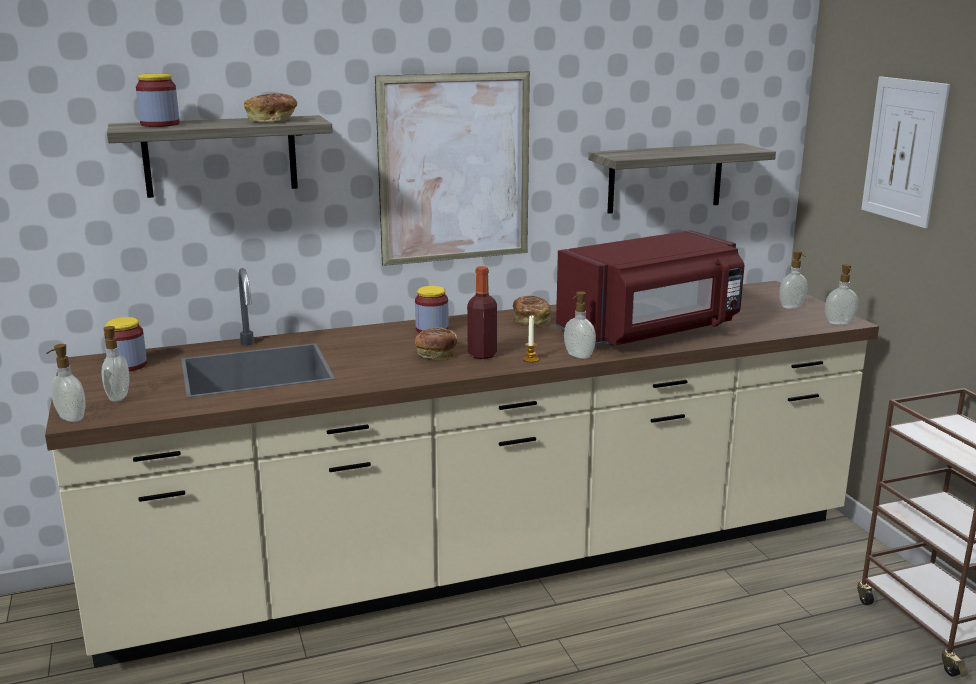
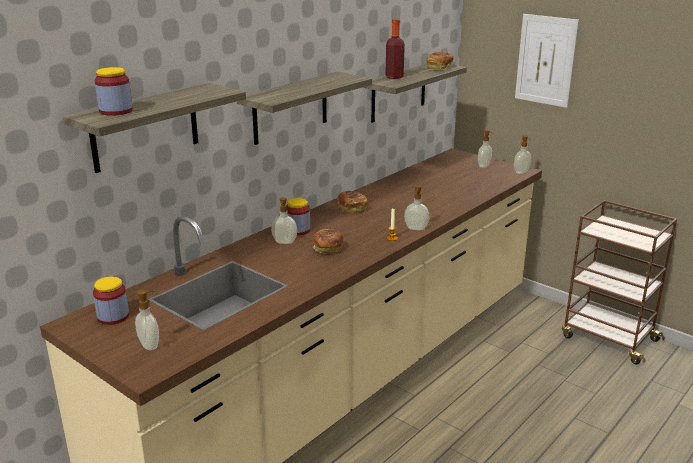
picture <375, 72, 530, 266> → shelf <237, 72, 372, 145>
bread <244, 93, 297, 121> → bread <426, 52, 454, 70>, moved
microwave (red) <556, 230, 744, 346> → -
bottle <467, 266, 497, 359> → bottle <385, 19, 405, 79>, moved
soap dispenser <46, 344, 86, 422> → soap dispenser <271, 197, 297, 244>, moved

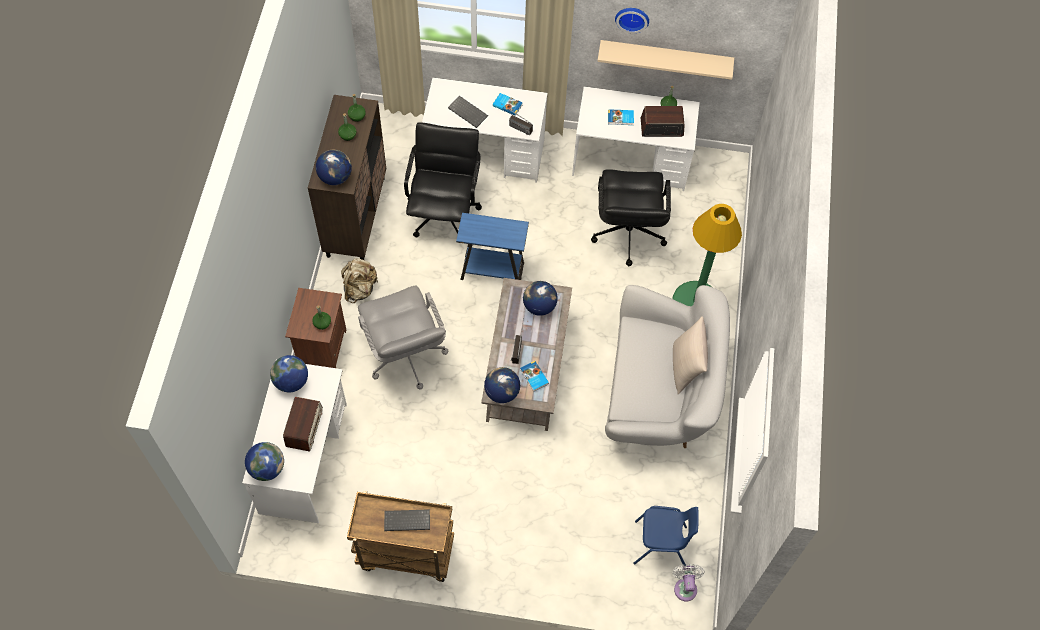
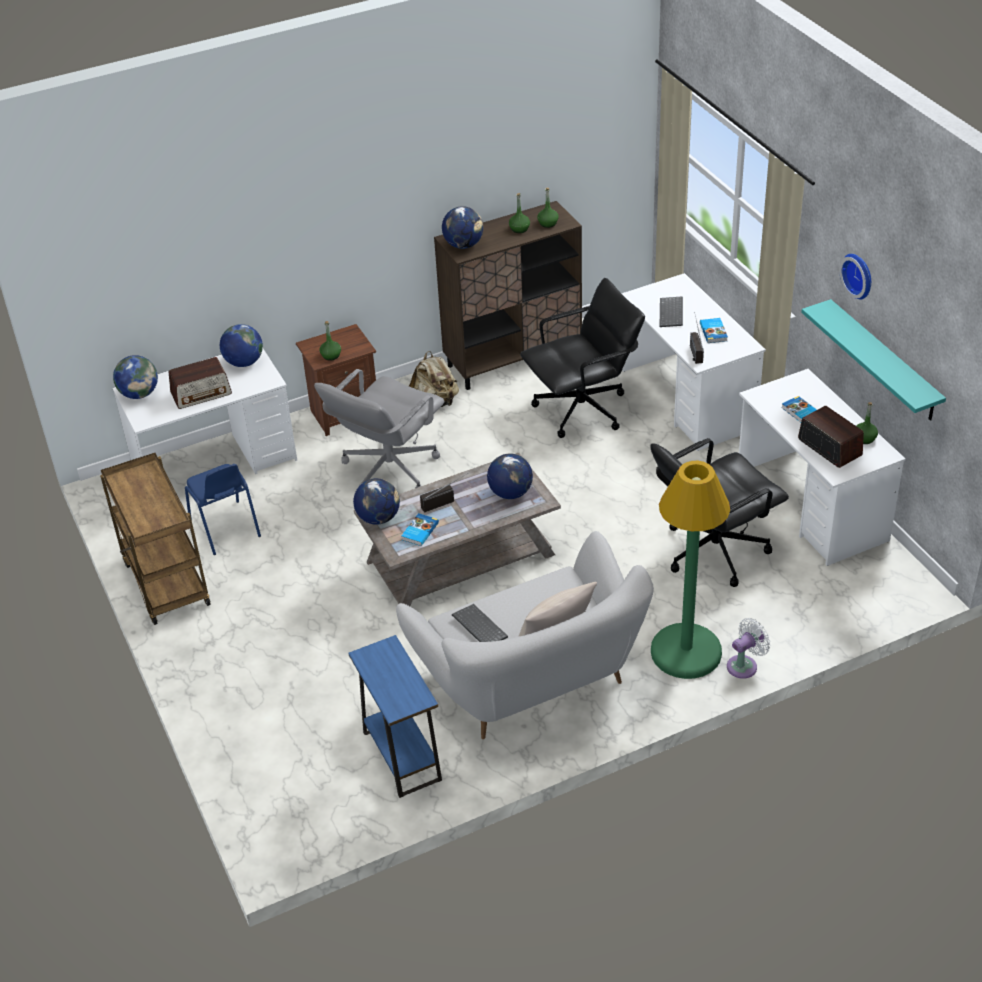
shelf (beige) <597, 40, 734, 80> → shelf (turquoise) <801, 299, 946, 421>
side table (blue) <456, 213, 529, 280> → side table (blue) <349, 635, 442, 798>, moved
chair (blue) <633, 506, 699, 566> → chair (blue) <185, 464, 261, 555>, moved
keyboard <384, 509, 430, 531> → keyboard <452, 604, 508, 642>, moved
fan (white) <673, 564, 705, 601> → fan (white) <727, 618, 771, 679>, moved

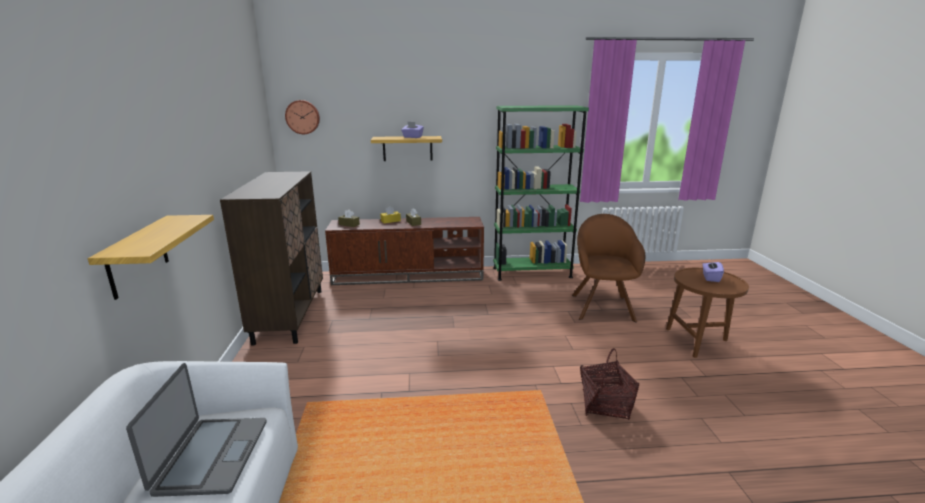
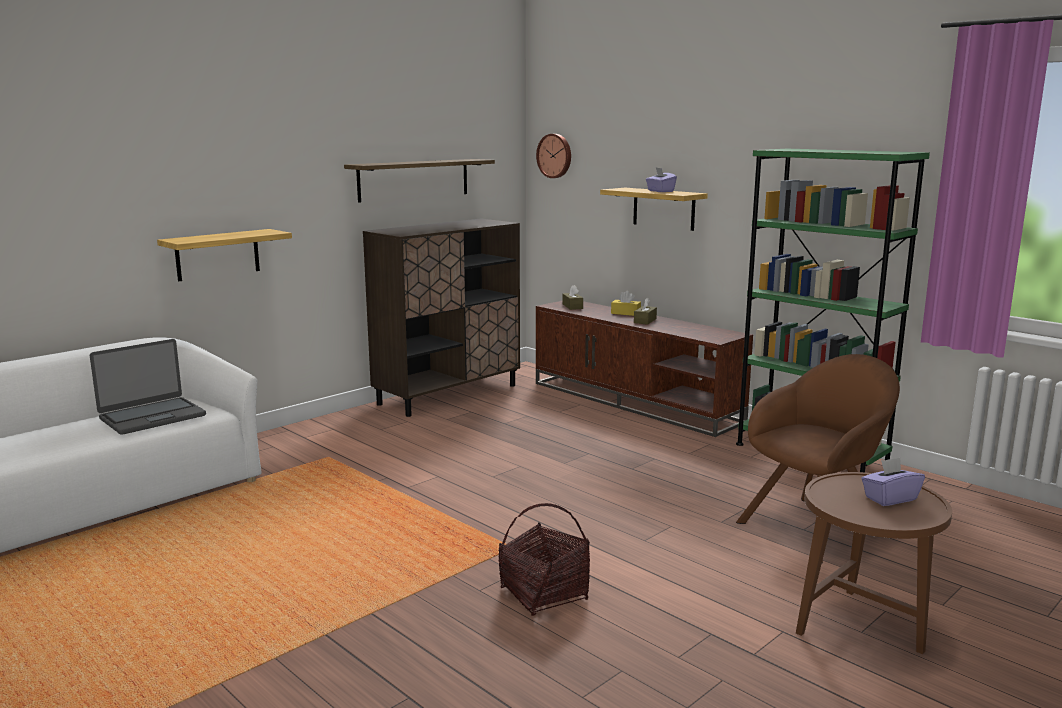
- → shelf <344, 159, 495, 203>

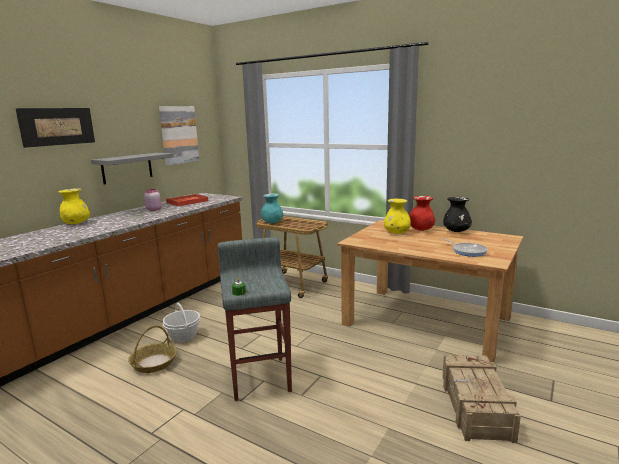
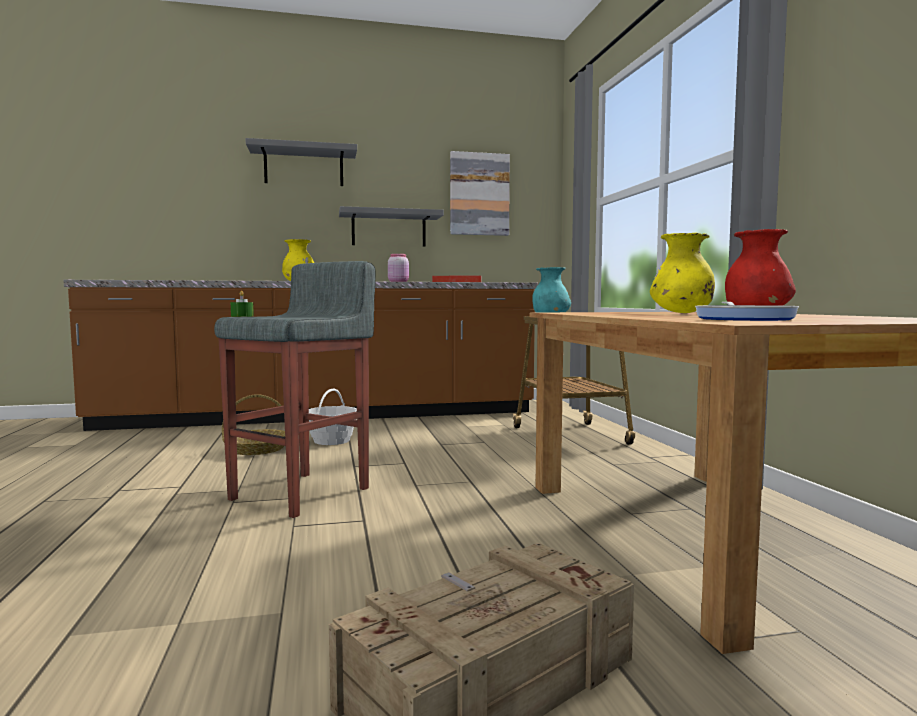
picture <15, 108, 95, 148> → shelf (grey) <245, 138, 357, 186>
vase (black) <443, 197, 472, 232> → -

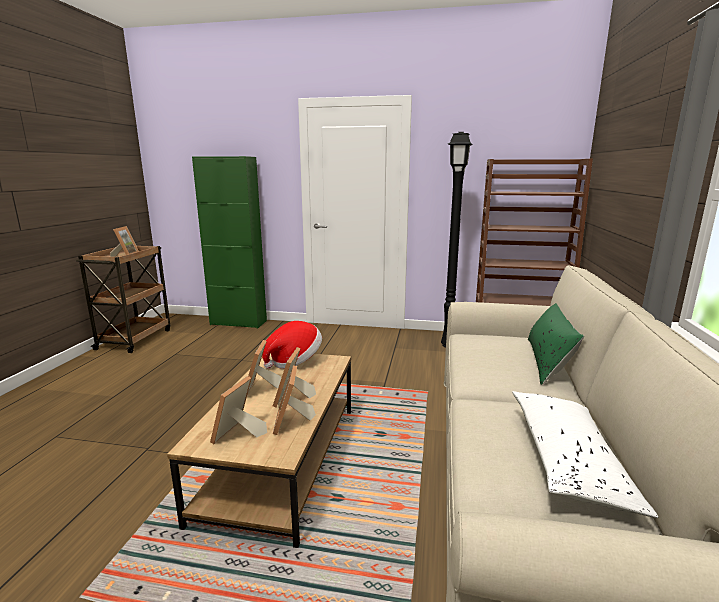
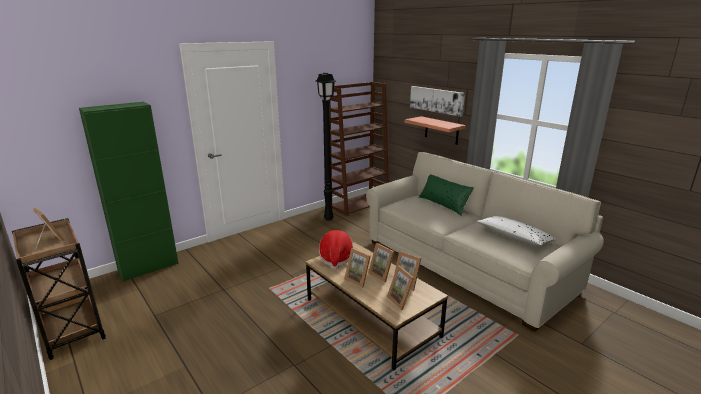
- → picture <410, 86, 465, 117>
- → shelf <404, 116, 466, 145>

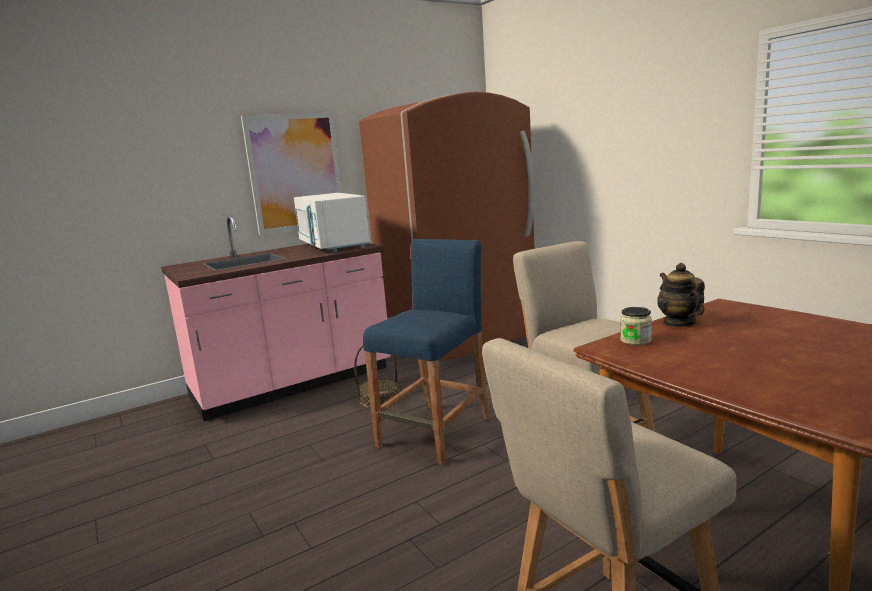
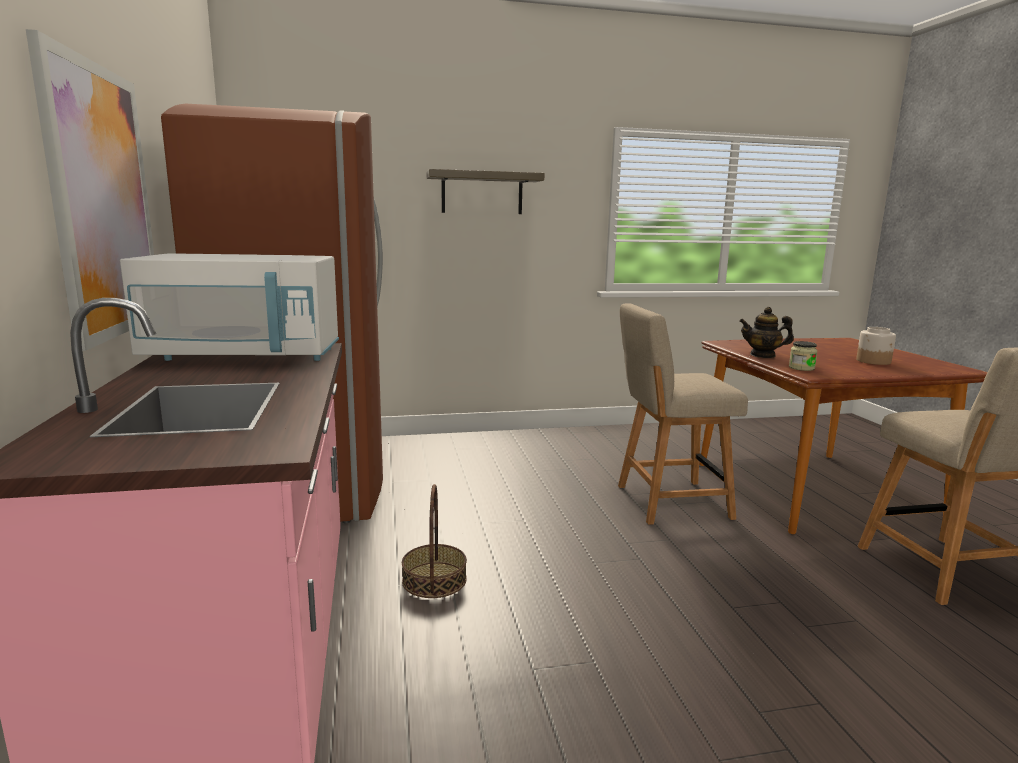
stool (blue) <363, 239, 491, 465> → -
- → shelf <427, 169, 545, 214>
- → jar <856, 327, 896, 365>

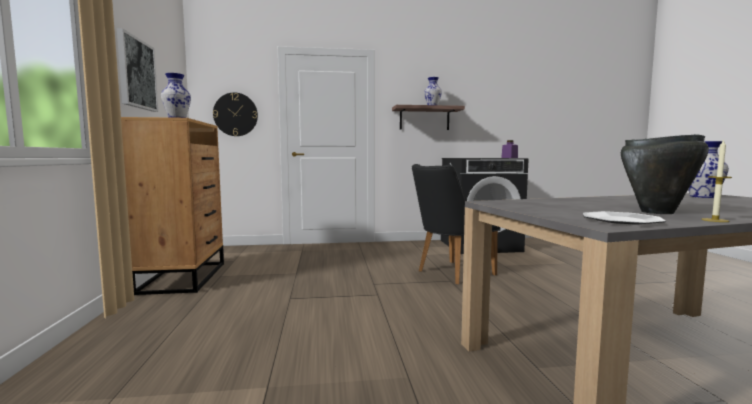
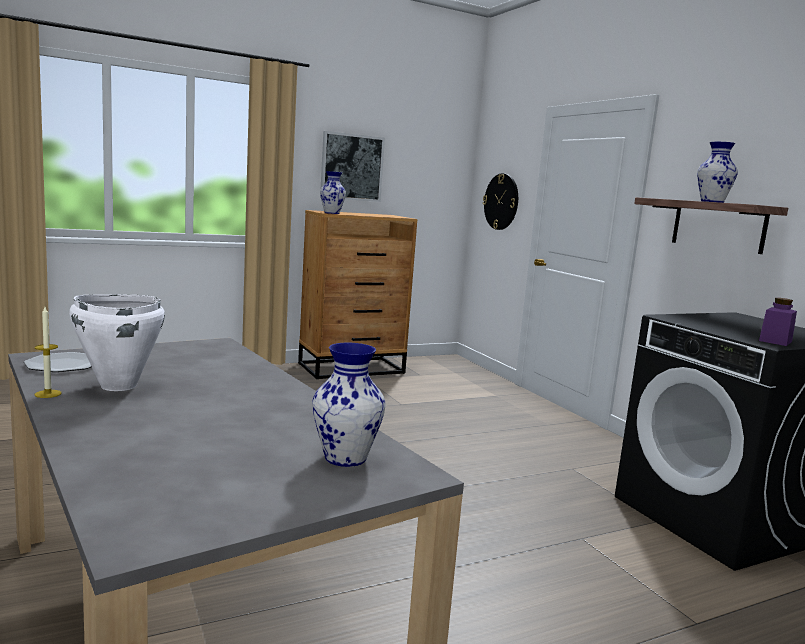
cooking pot (black) <621, 134, 709, 214> → cooking pot (white) <69, 294, 165, 391>
chair (black) <412, 164, 501, 284> → -

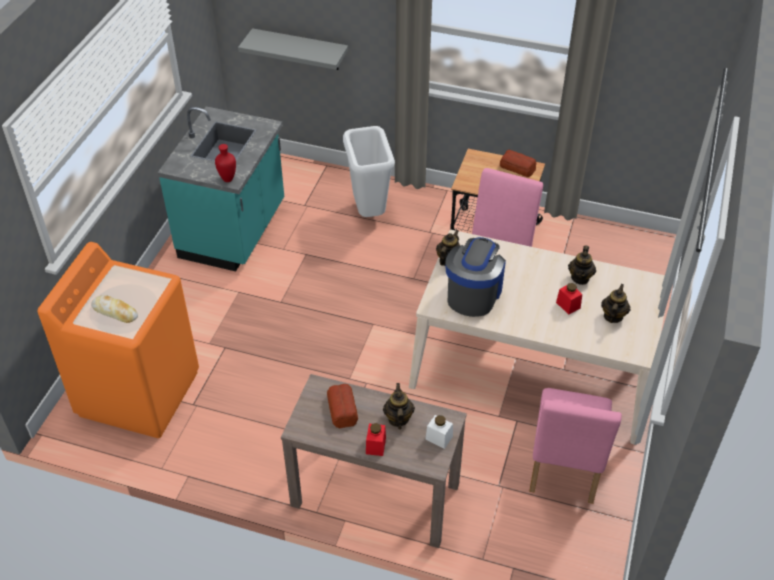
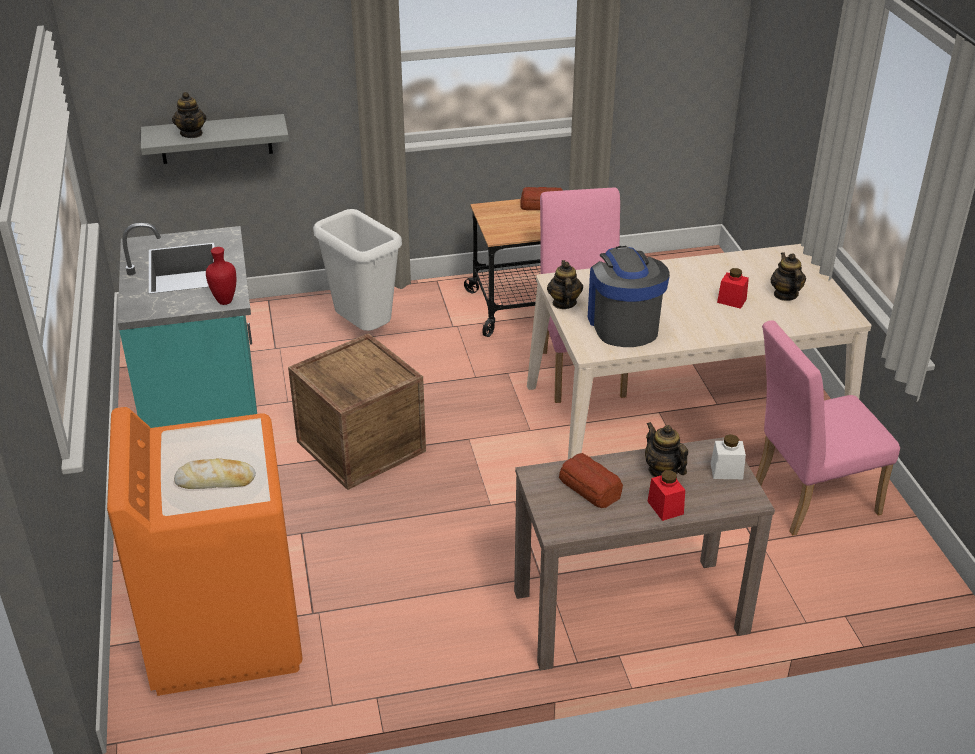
teapot <568, 245, 596, 285> → teapot <172, 92, 206, 138>, moved
chair (pink) <529, 388, 622, 504> → chair (pink) <756, 320, 900, 535>, 90 degrees clockwise
- → crate <288, 333, 426, 490>

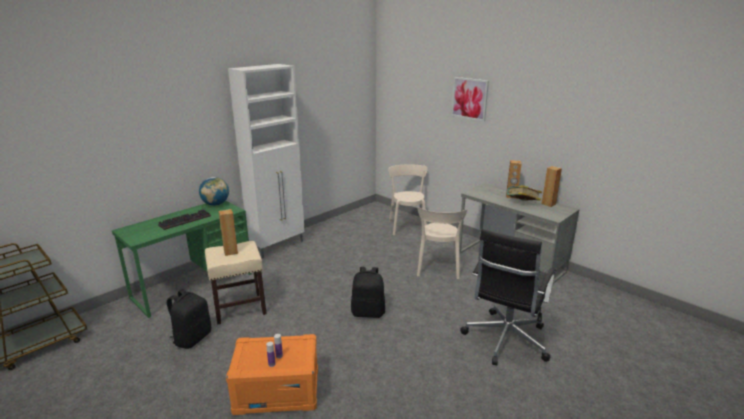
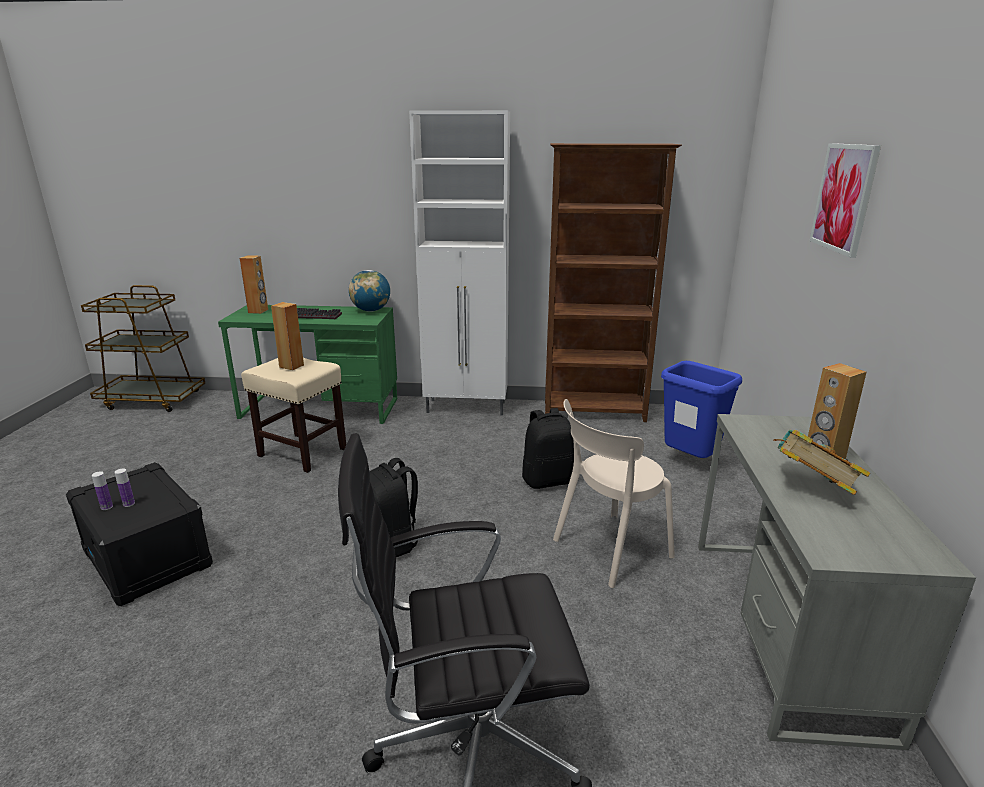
chair (beige) <388, 164, 428, 235> → trash can (blue) <661, 361, 742, 458>
speaker (brown) <541, 166, 562, 207> → speaker (brown) <239, 255, 268, 314>, moved
backpack (black) <167, 289, 211, 349> → backpack (black) <522, 408, 574, 489>, moved
storage box (orange) <226, 334, 318, 415> → storage box (black) <66, 462, 213, 606>
- → bookcase (brown) <545, 143, 682, 422>

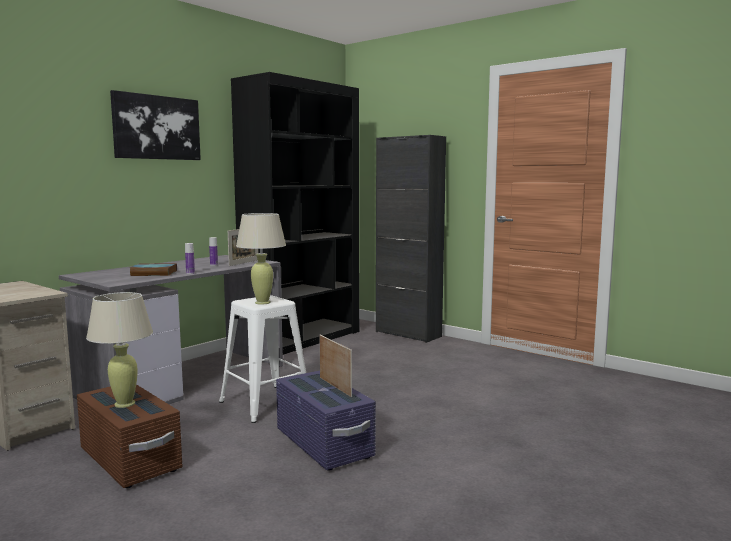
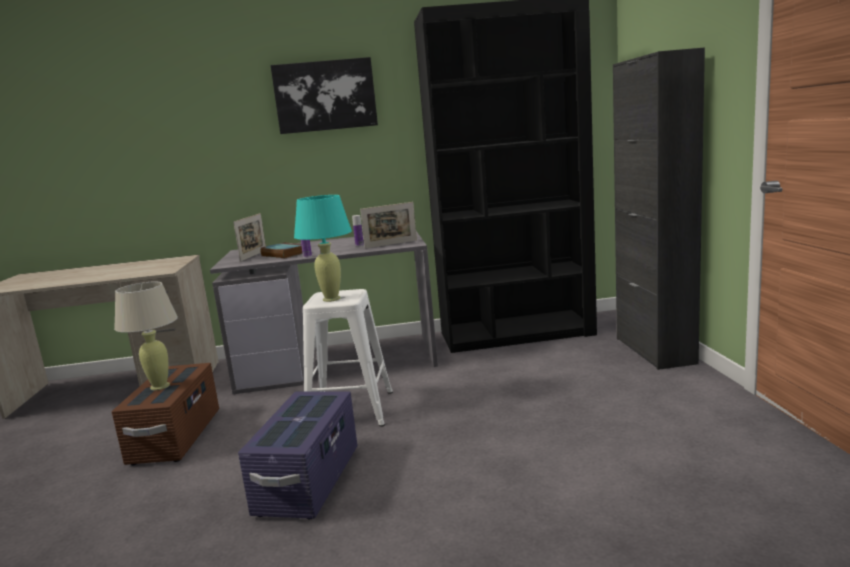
table lamp (beige) <236, 213, 286, 305> → table lamp (turquoise) <294, 195, 352, 302>
picture frame <320, 334, 352, 397> → picture frame <233, 213, 266, 262>, moved

